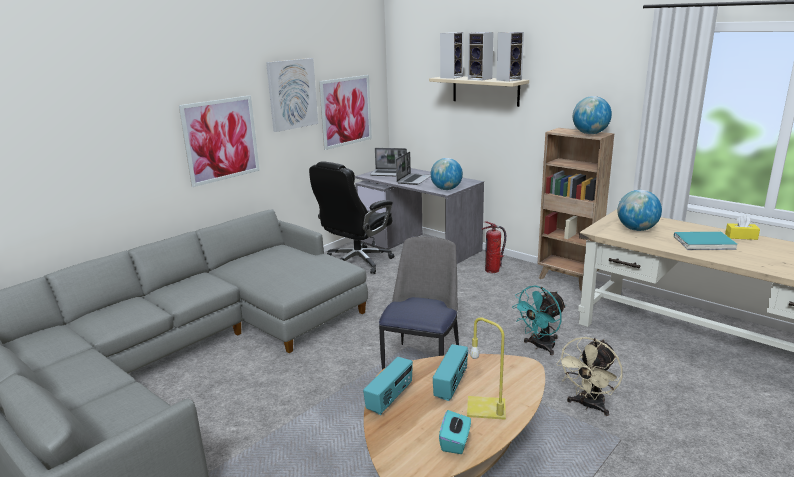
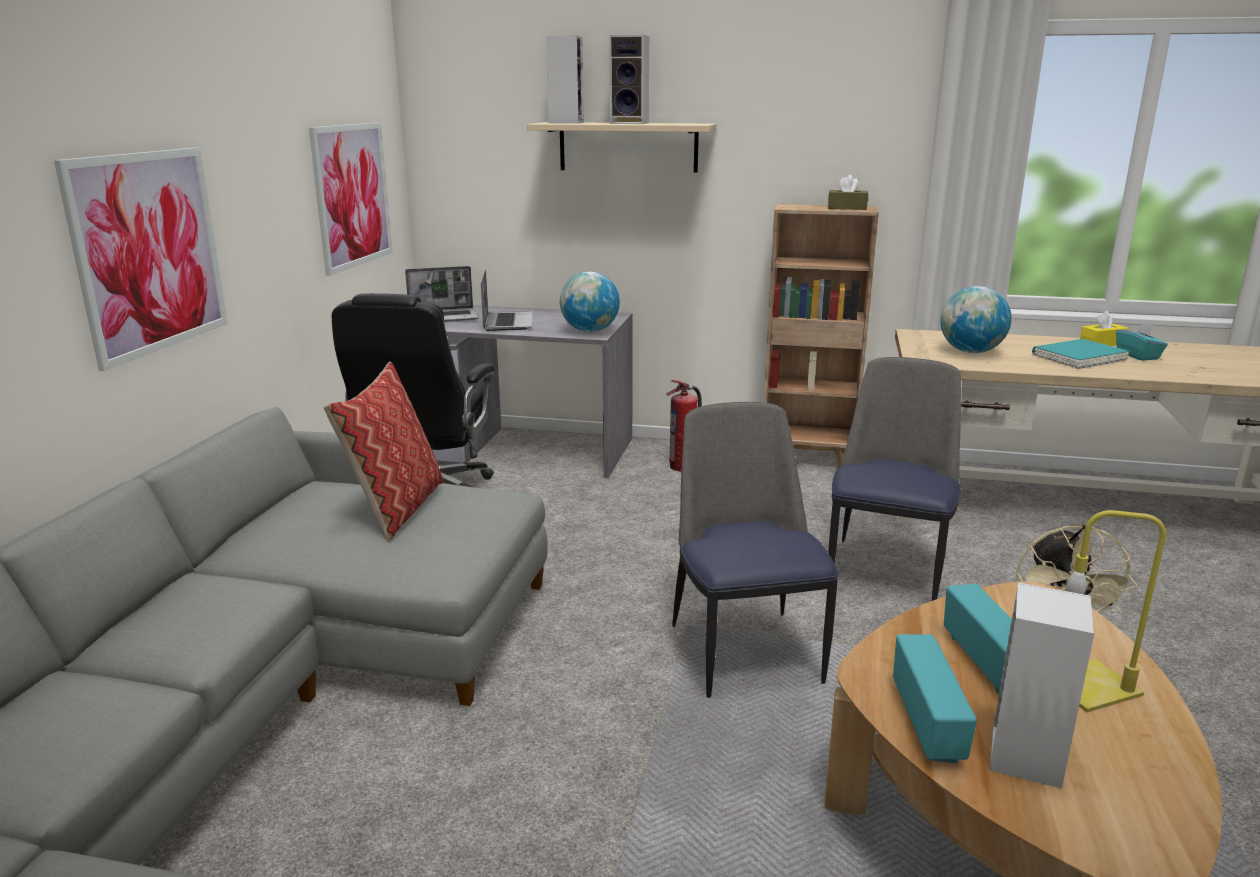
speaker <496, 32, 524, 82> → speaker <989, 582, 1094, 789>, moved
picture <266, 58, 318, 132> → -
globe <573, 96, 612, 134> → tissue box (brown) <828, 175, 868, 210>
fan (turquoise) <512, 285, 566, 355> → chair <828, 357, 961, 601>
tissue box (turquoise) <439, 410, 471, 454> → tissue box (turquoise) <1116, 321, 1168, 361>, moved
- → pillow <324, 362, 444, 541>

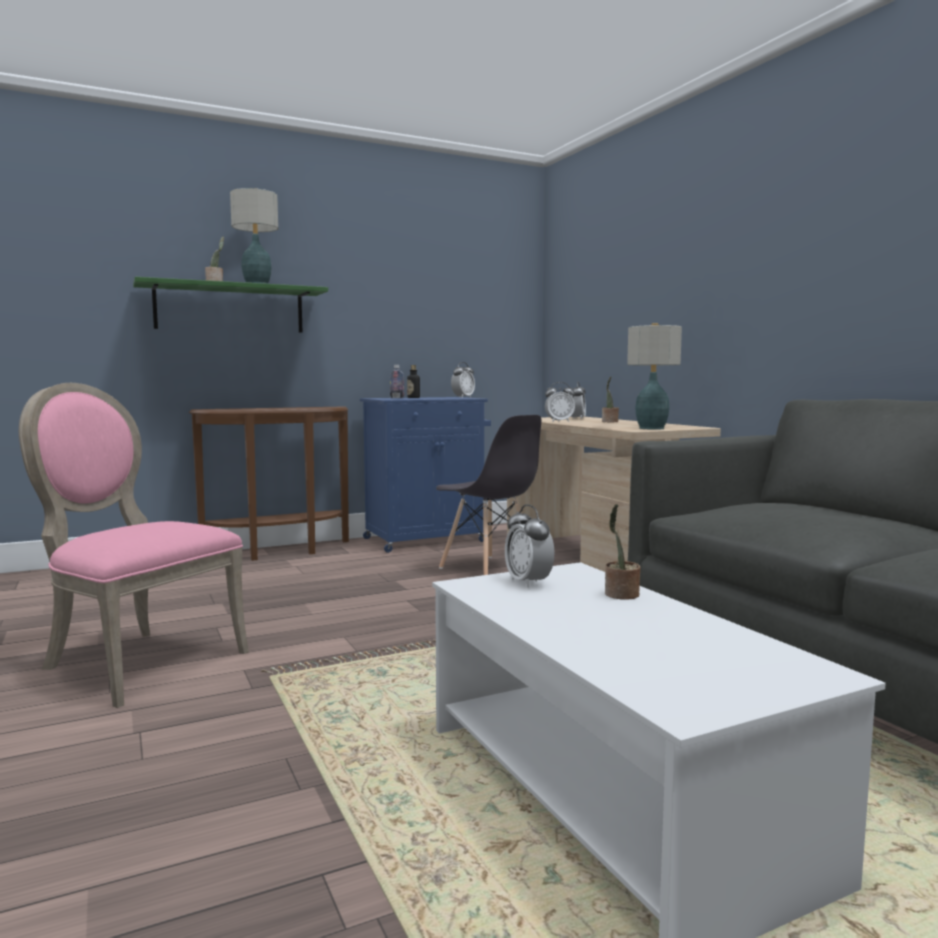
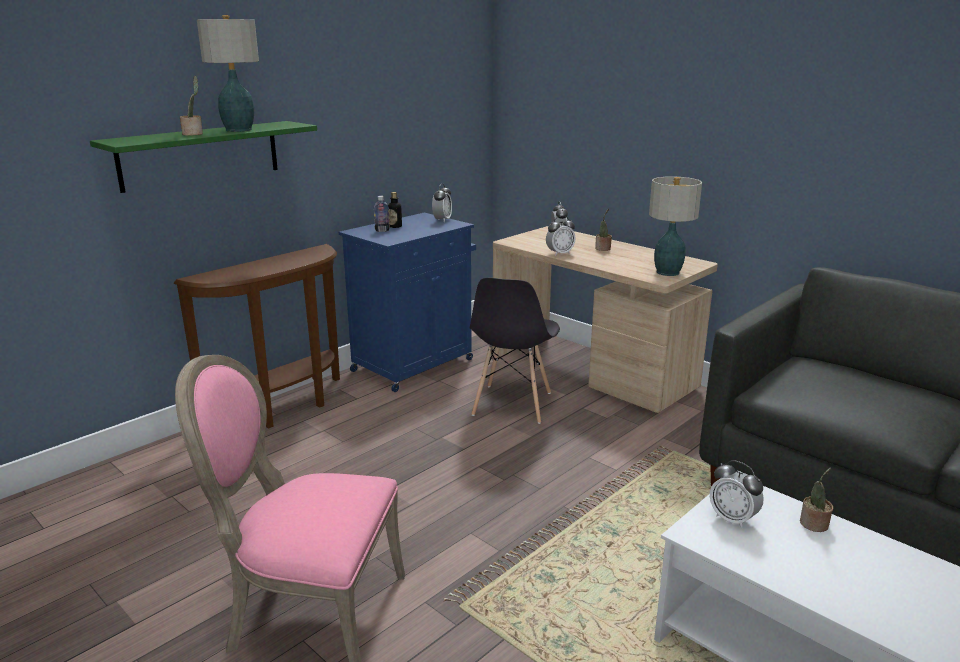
chair (grey) <436, 415, 542, 575> → chair (grey) <470, 278, 560, 424>, 75 degrees clockwise

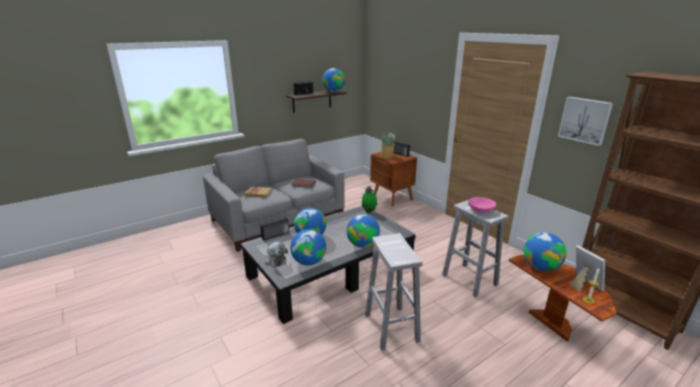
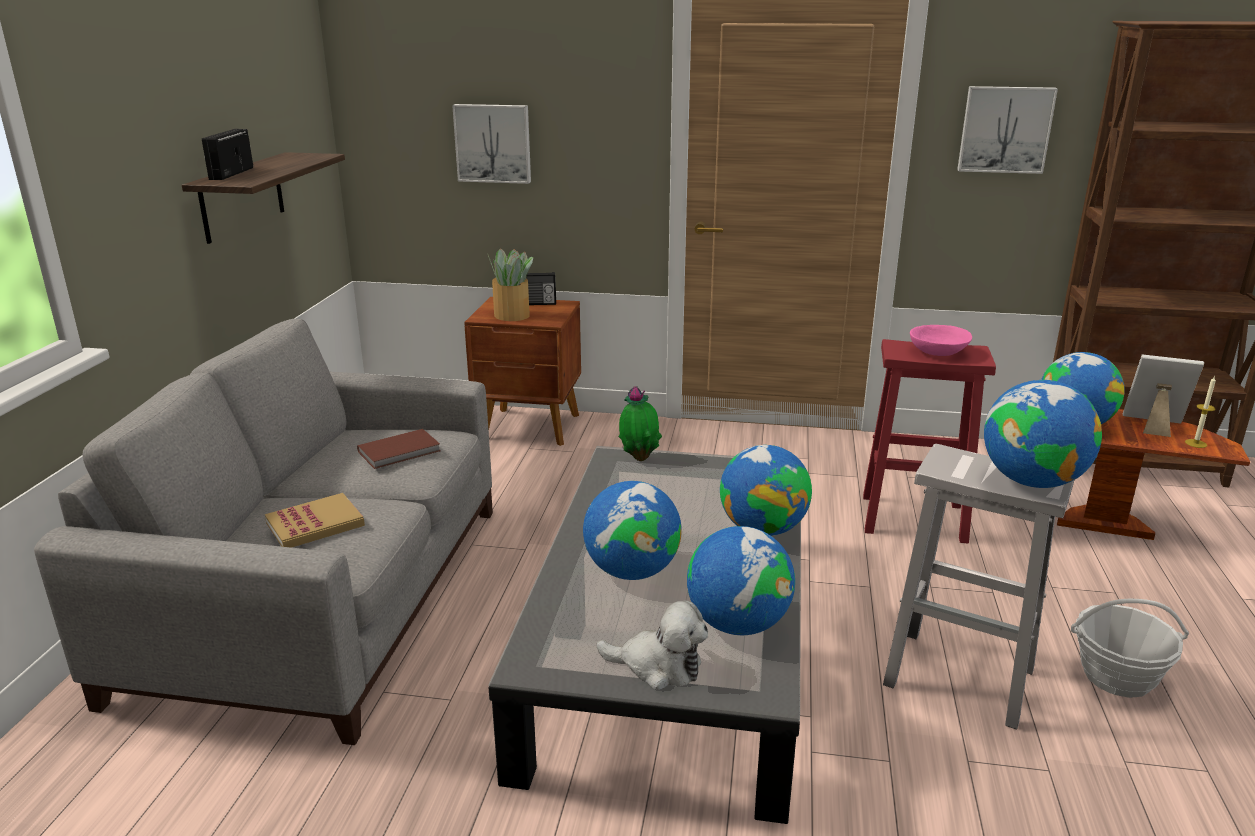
globe <322, 68, 345, 92> → globe <984, 380, 1102, 488>, moved
stool (white) <442, 200, 509, 298> → stool (red) <863, 339, 996, 544>
radio <260, 217, 289, 241> → -
- → picture <452, 104, 531, 184>
- → basket <1071, 599, 1189, 698>

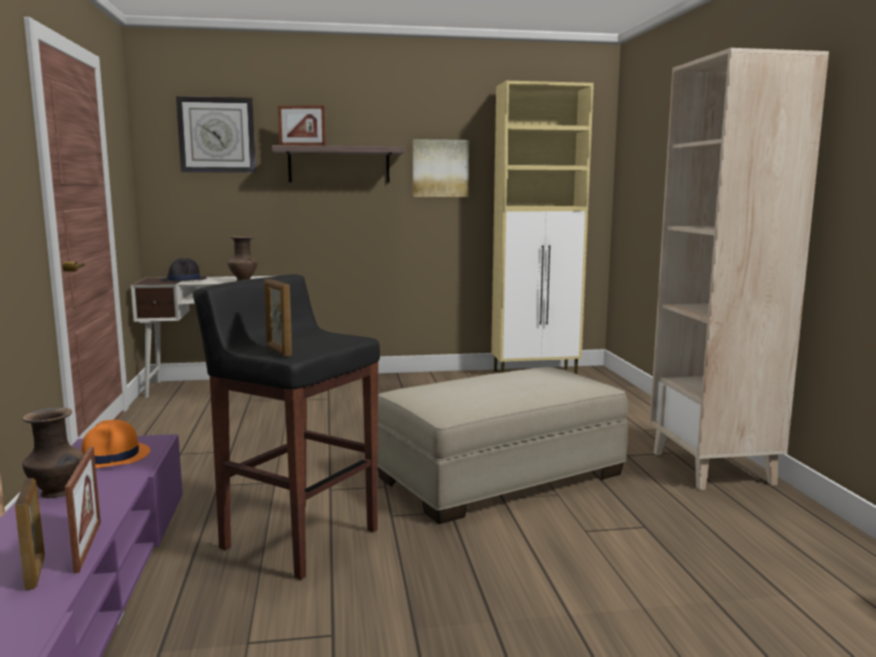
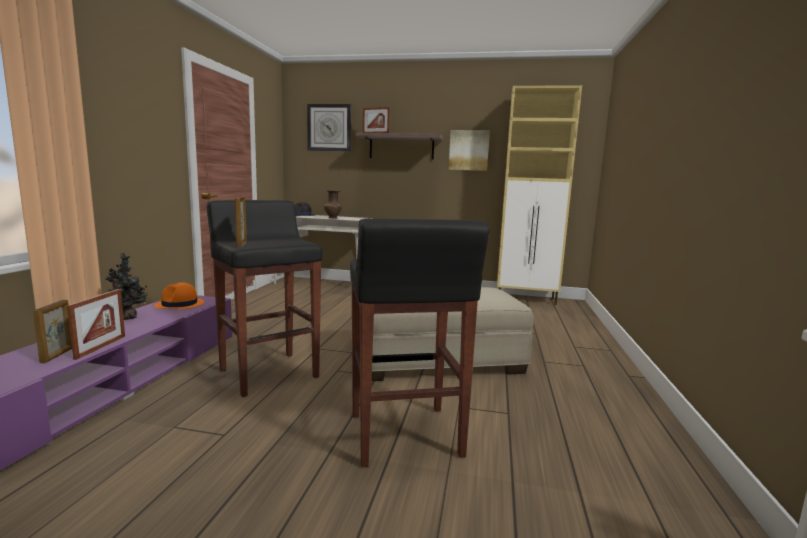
bookcase (beige) <650, 48, 829, 490> → -
vase (brown) <22, 407, 84, 498> → potted plant <105, 252, 147, 320>
- → stool (black) <350, 218, 490, 467>

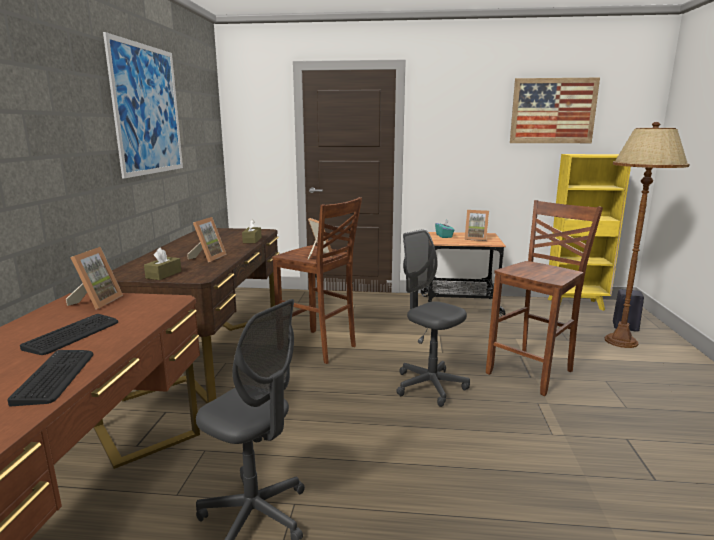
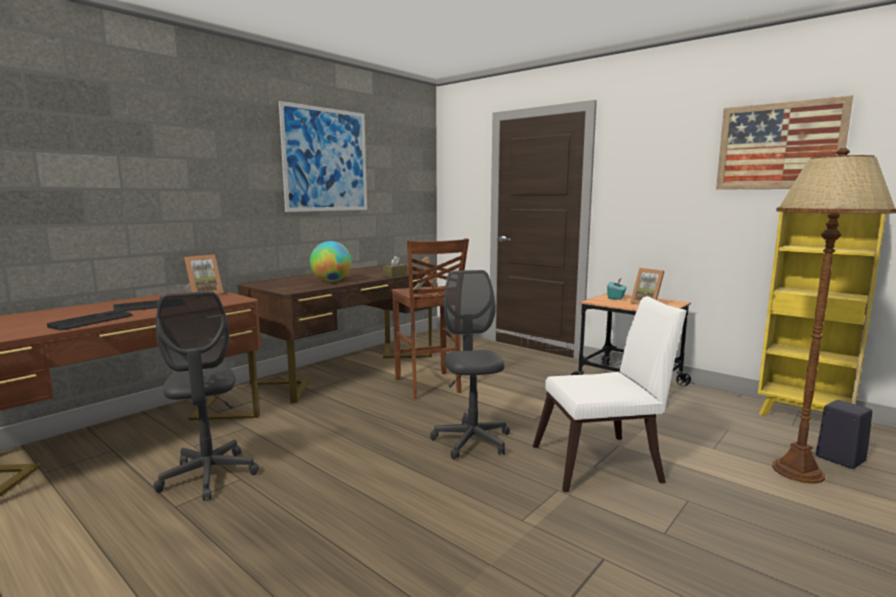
stool (brown) <486, 200, 603, 396> → chair (white) <533, 296, 687, 492>
picture frame <187, 217, 227, 262> → globe <310, 241, 352, 282>
tissue box (brown) <144, 248, 181, 280> → -

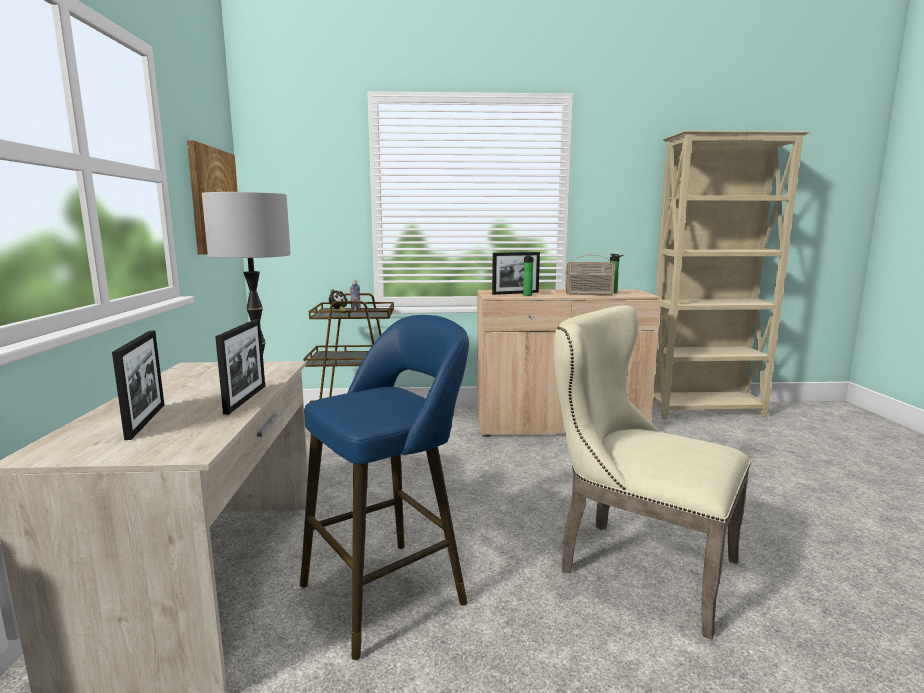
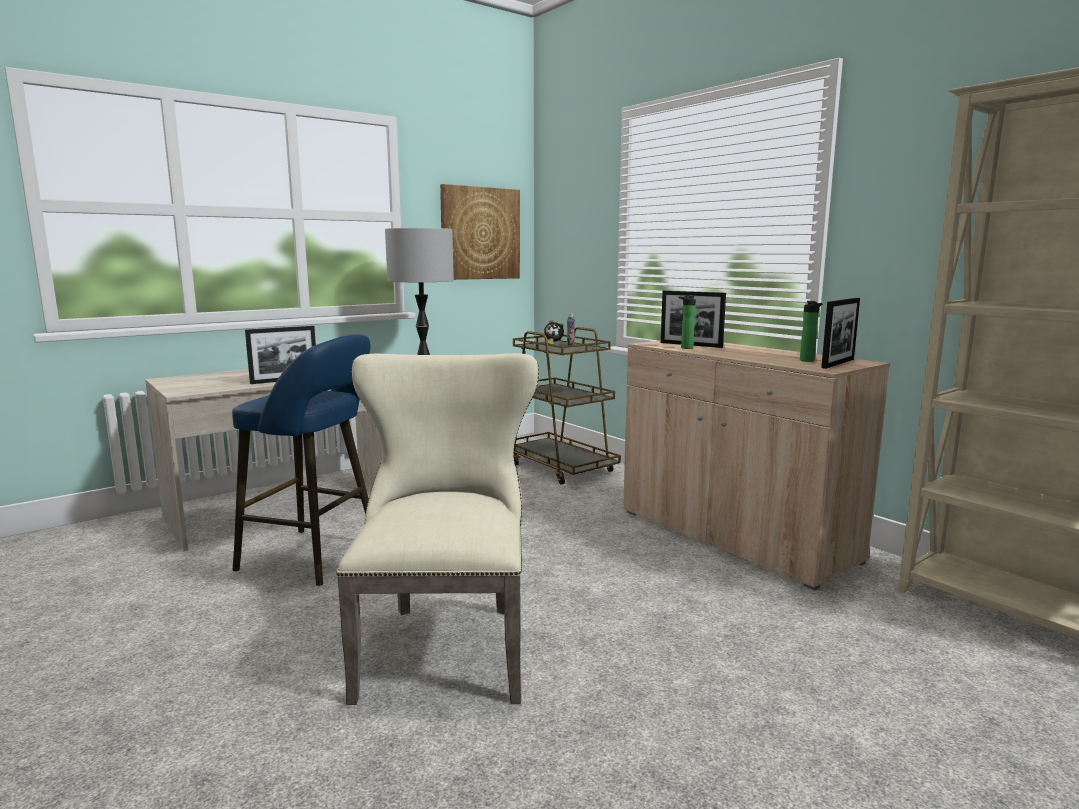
radio <566, 255, 615, 295> → -
picture frame <112, 331, 164, 440> → picture frame <821, 298, 860, 369>, moved

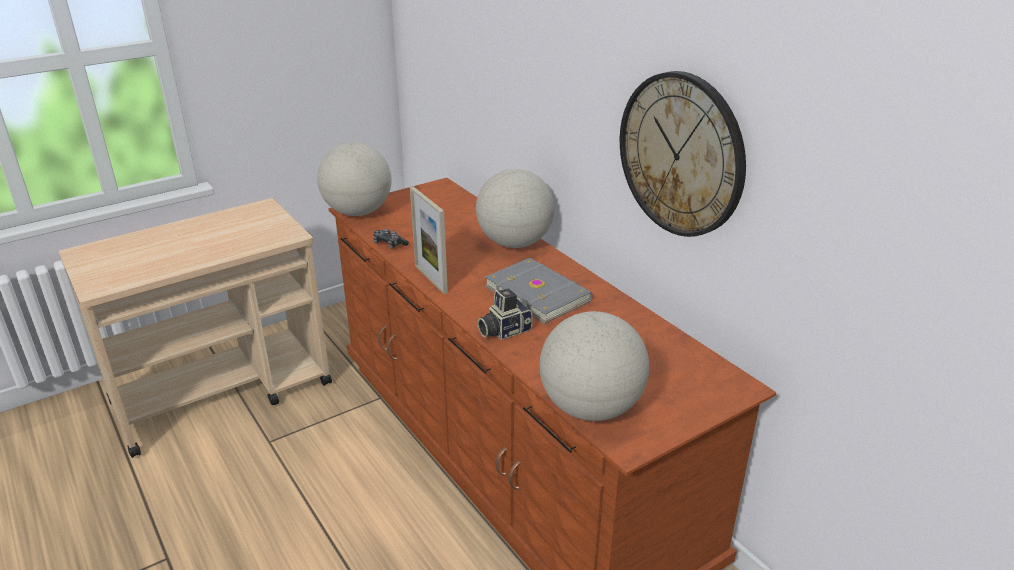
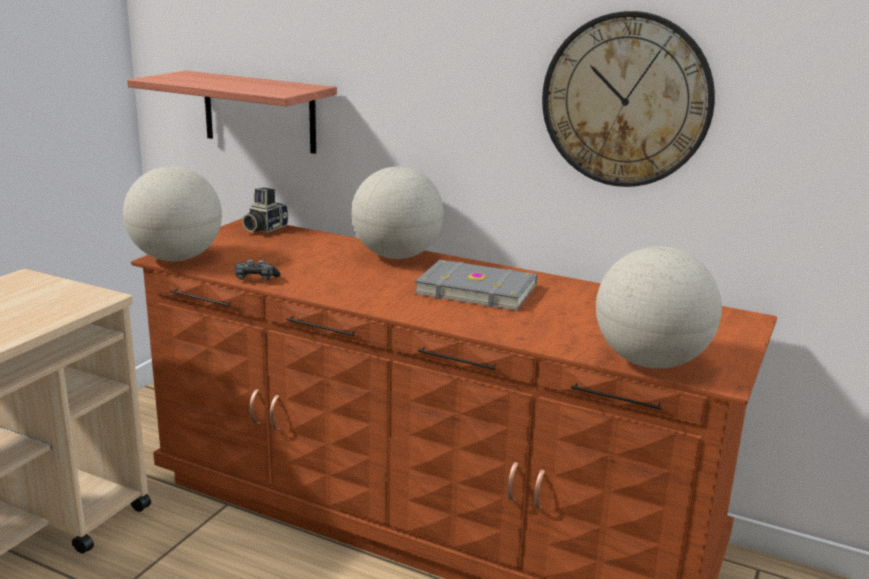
picture frame <410, 186, 448, 294> → -
photo camera <477, 289, 532, 340> → photo camera <242, 188, 288, 233>, moved
- → shelf <127, 71, 337, 154>

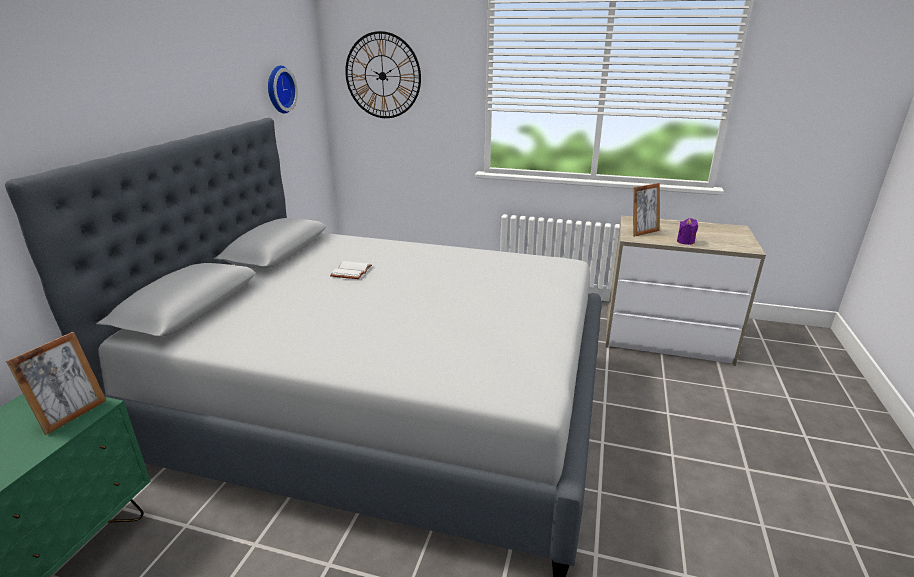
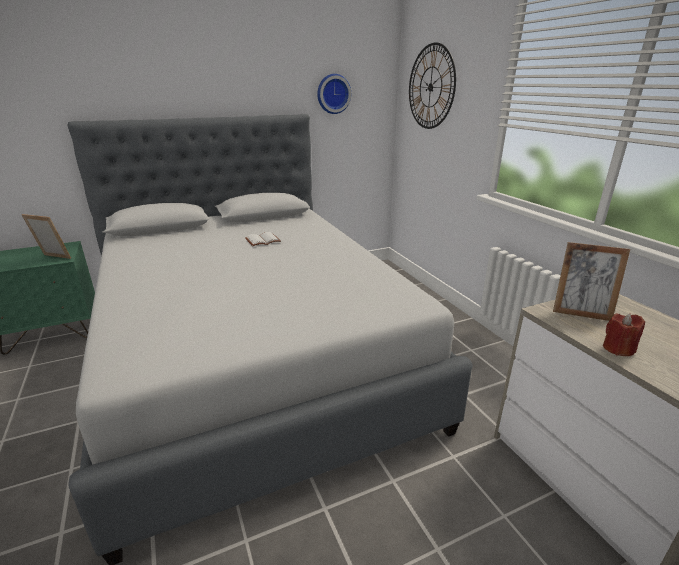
candle (purple) <677, 218, 698, 245> → candle (red) <603, 313, 645, 356>
picture frame <6, 332, 107, 435> → picture frame <22, 214, 71, 259>, 150 degrees counterclockwise

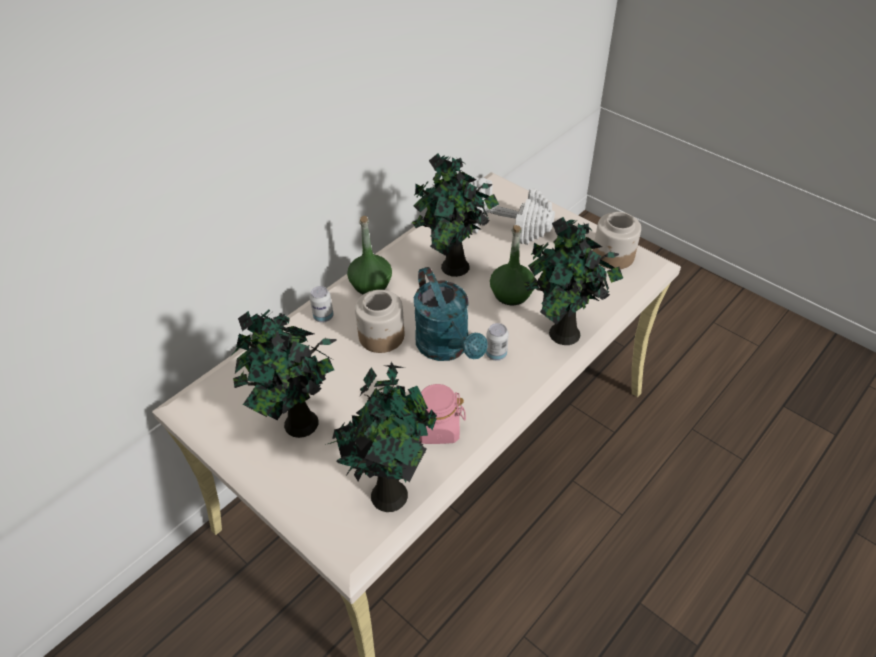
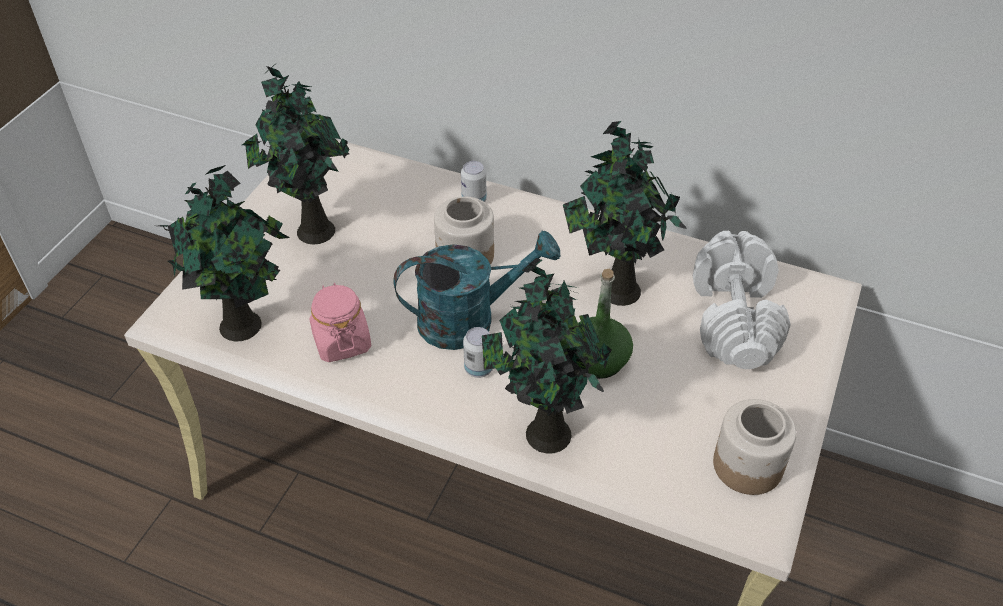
bottle (green) <347, 216, 392, 294> → -
watering can (turquoise) <414, 267, 488, 361> → watering can (turquoise) <393, 230, 560, 350>, 150 degrees counterclockwise

